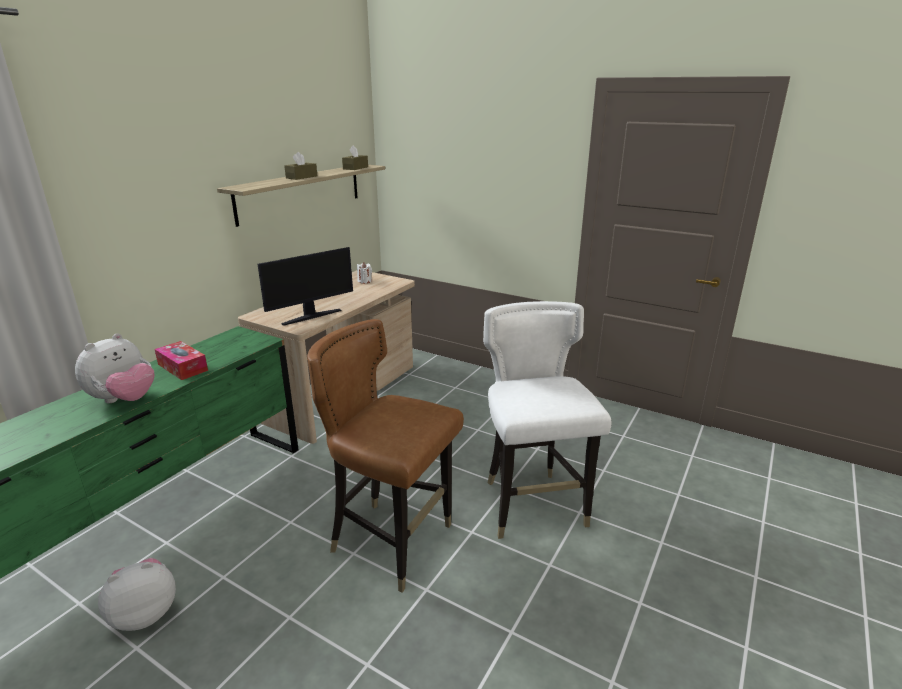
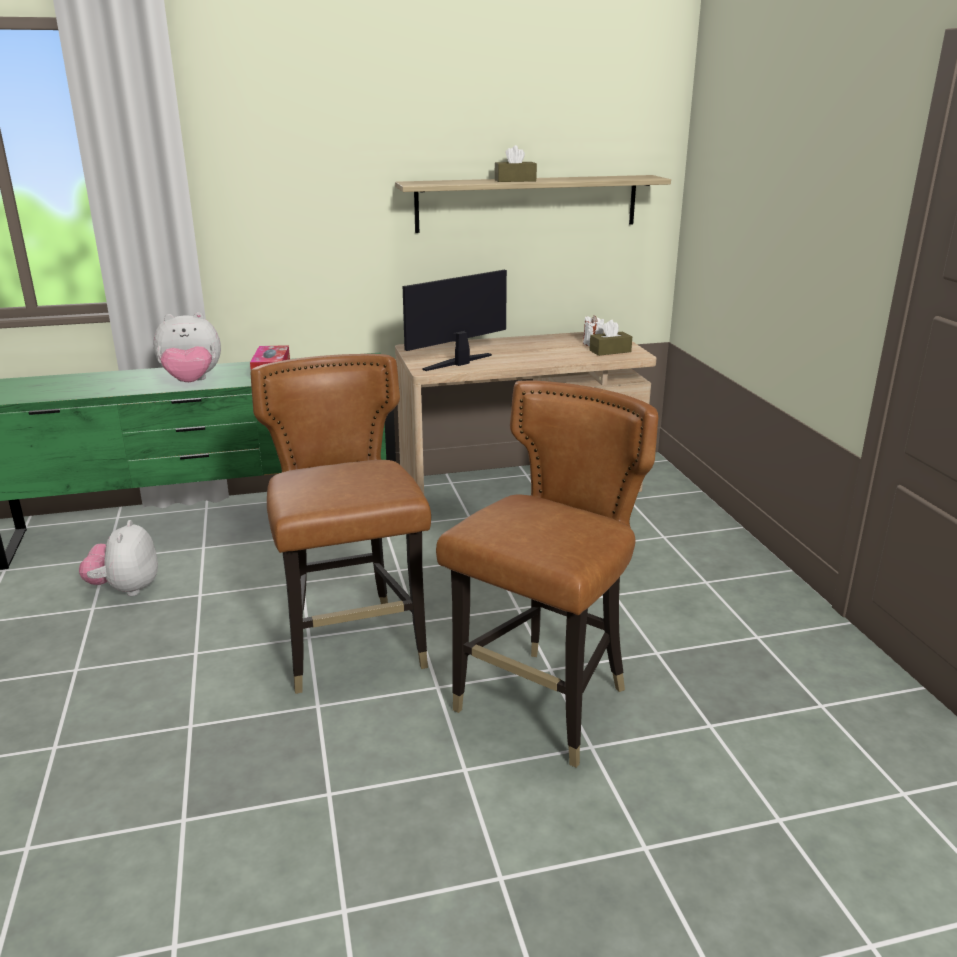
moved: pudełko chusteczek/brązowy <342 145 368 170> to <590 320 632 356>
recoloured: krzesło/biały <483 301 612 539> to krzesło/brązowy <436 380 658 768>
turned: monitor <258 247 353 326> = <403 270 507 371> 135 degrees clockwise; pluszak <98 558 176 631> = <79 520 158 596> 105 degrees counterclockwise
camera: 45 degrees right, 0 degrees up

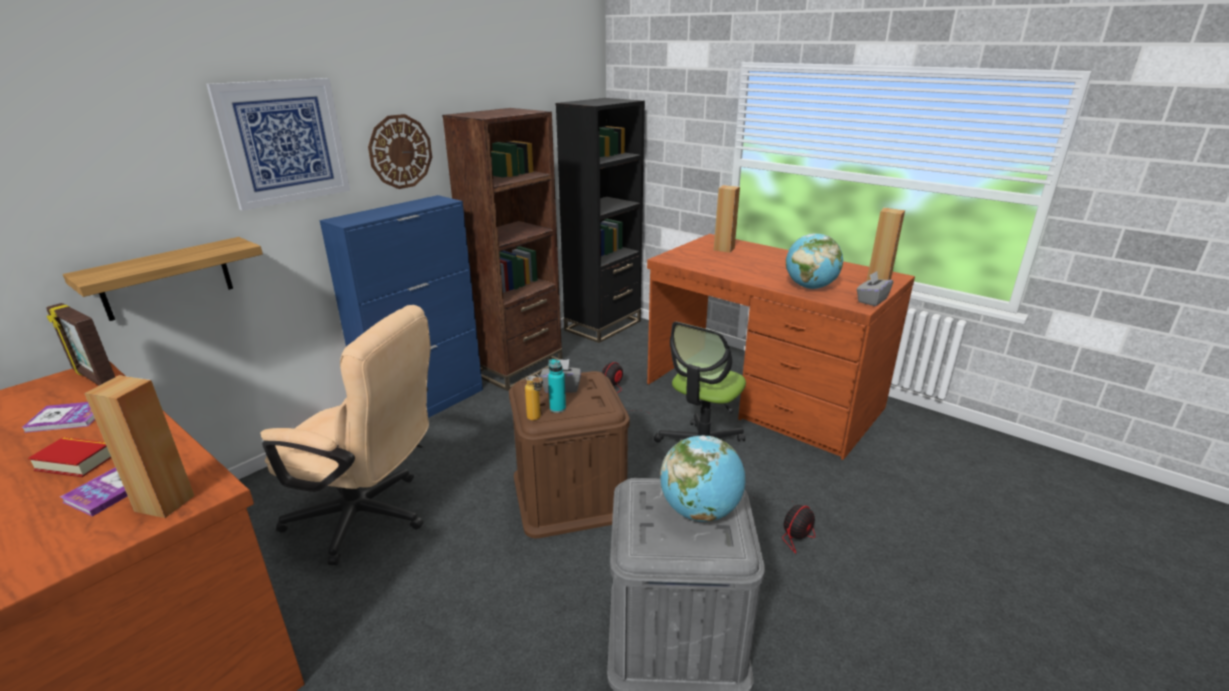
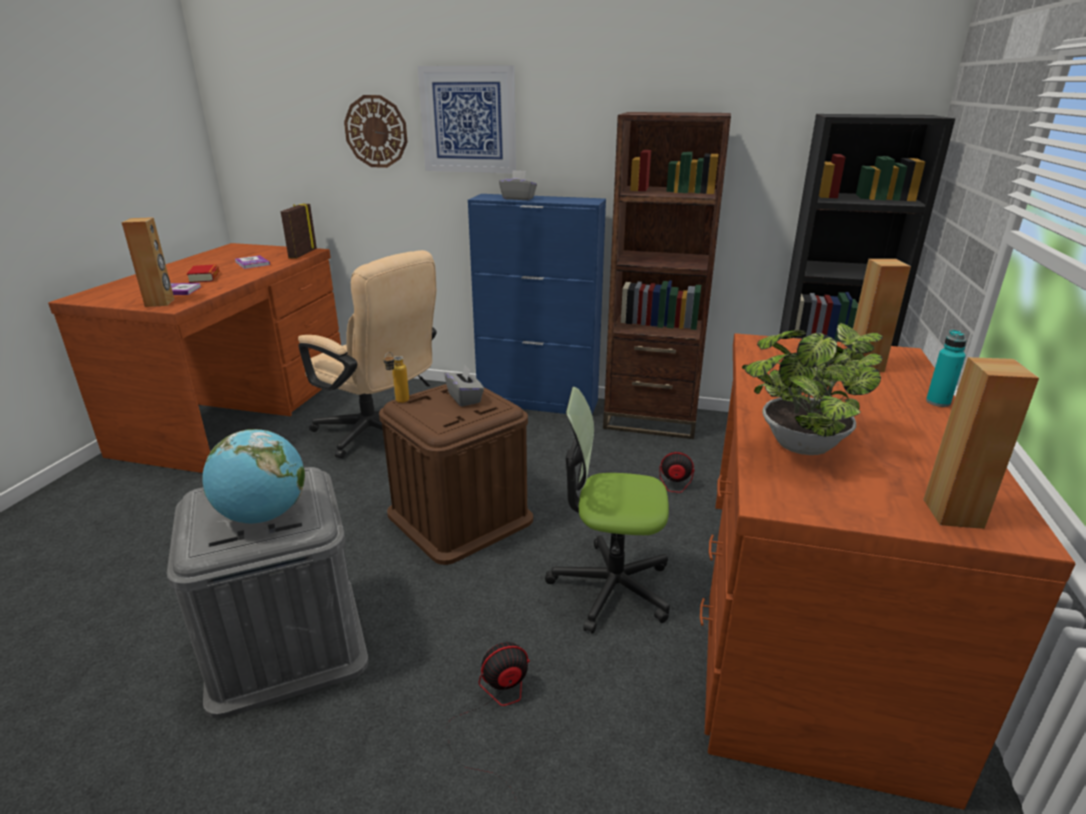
removed: półka <63 237 263 321>
moved: zegar ścienny <368 114 432 189> to <344 95 407 168>; pudełko chusteczek/szary <857 271 893 306> to <499 170 537 200>; butelka/turkusowy <548 359 566 413> to <926 330 966 407>
replaced: globus <786 233 843 289> to roślina doniczkowa <742 323 883 455>
turned: krzesło biurowe/beżowy <261 305 431 565> = <298 250 437 459> 45 degrees counterclockwise; wentylator <748 495 815 554> = <446 642 530 802> 135 degrees clockwise
camera: 65 degrees right, 0 degrees up

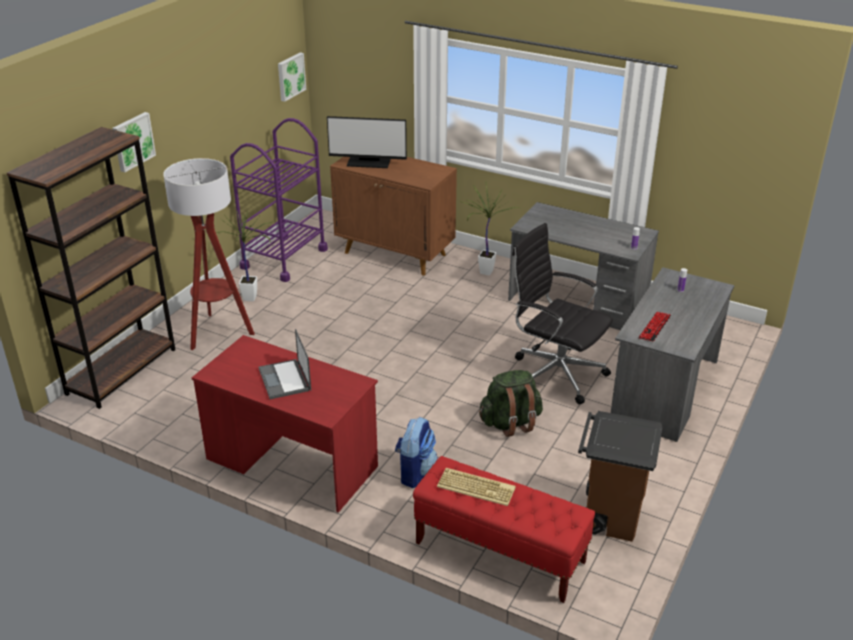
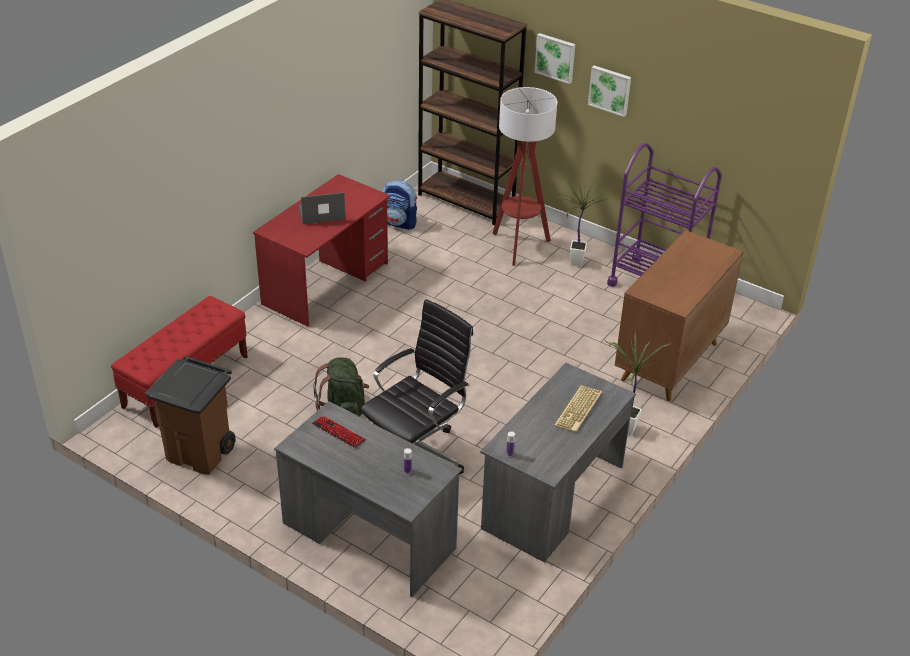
removed: monitor <327 116 407 168>
moved: obraz <278 53 306 102> to <588 65 631 117>; plecak <395 417 438 488> to <382 180 417 230>; klawiatura <437 468 516 506> to <554 386 602 432>
camera: 95 degrees right, 5 degrees up

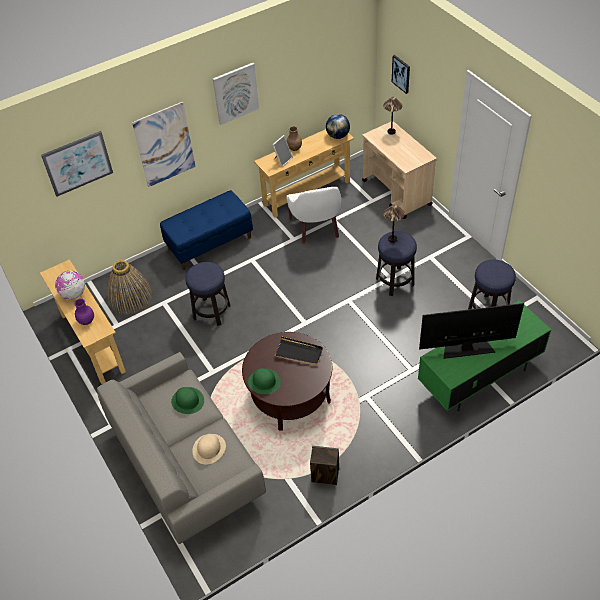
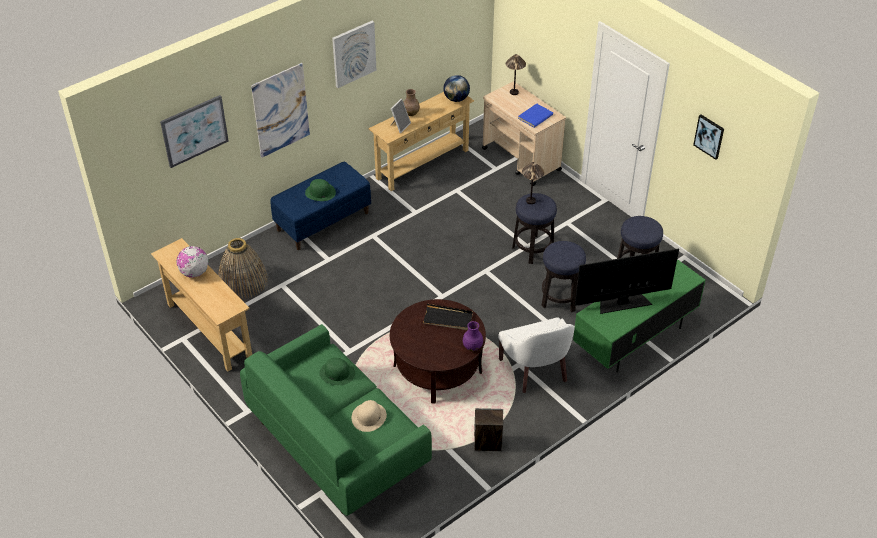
added: książka/niebieski <518 104 553 128>
moved: obraz <392 55 410 94> to <693 115 724 160>; fotel/biały <287 187 341 244> to <498 317 575 393>; stołek <185 262 230 326> to <542 241 586 312>; wazon/fioletowy <74 298 94 325> to <463 321 483 351>; kapelusz/zielony <248 368 281 394> to <305 179 336 201>
recoloured: kanapa/szary <97 352 266 544> to kanapa/zielony <240 324 432 516>
camera: 10 degrees left, 5 degrees down

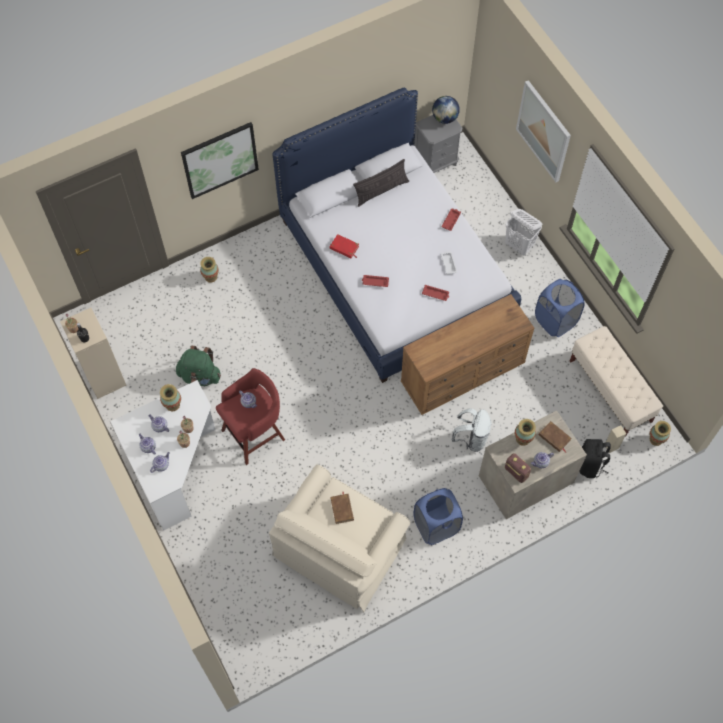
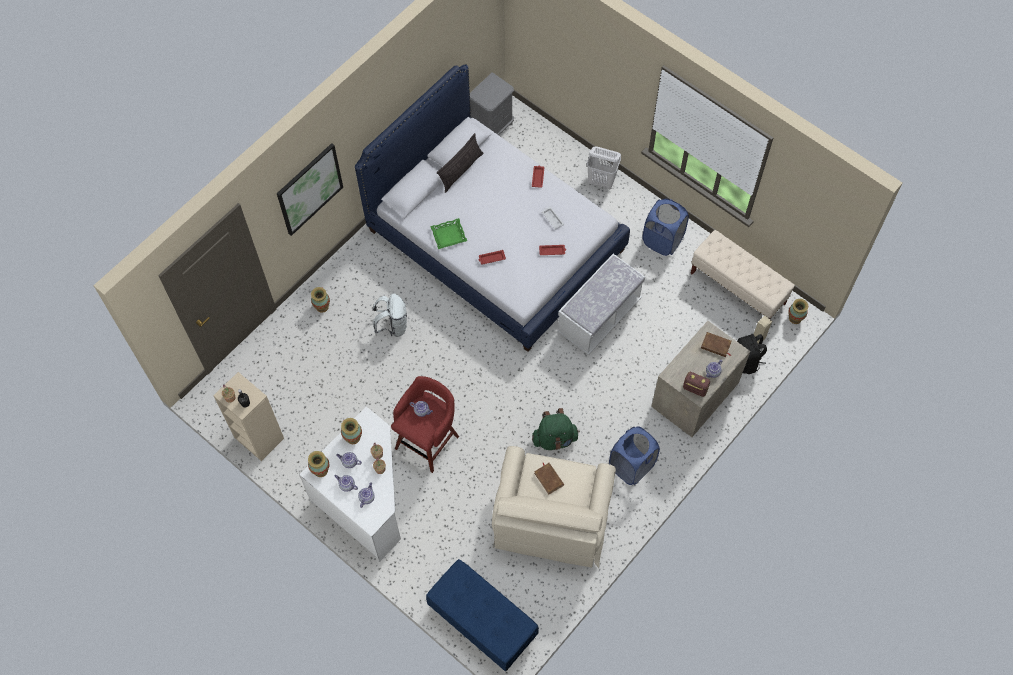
removed: obraz <516 80 571 182>; globus <432 96 460 124>
added: ławka/niebieski <426 559 539 671>
moved: plecak/zielony <176 345 221 386> to <532 408 580 450>; plecak/biały <451 408 492 452> to <373 294 407 337>; wazon <515 419 536 446> to <308 451 330 477>
replaced: książka/czerwony <329 234 359 258> to taca/zielony <430 218 467 249>; komoda/brązowy <401 294 534 415> to ławka/biały <557 254 645 355>
camera: 20 degrees left, 0 degrees up

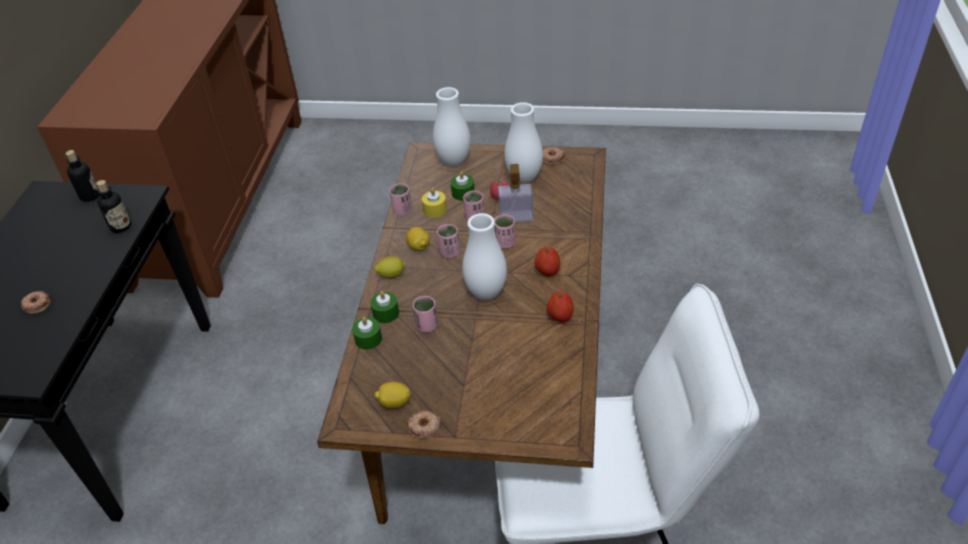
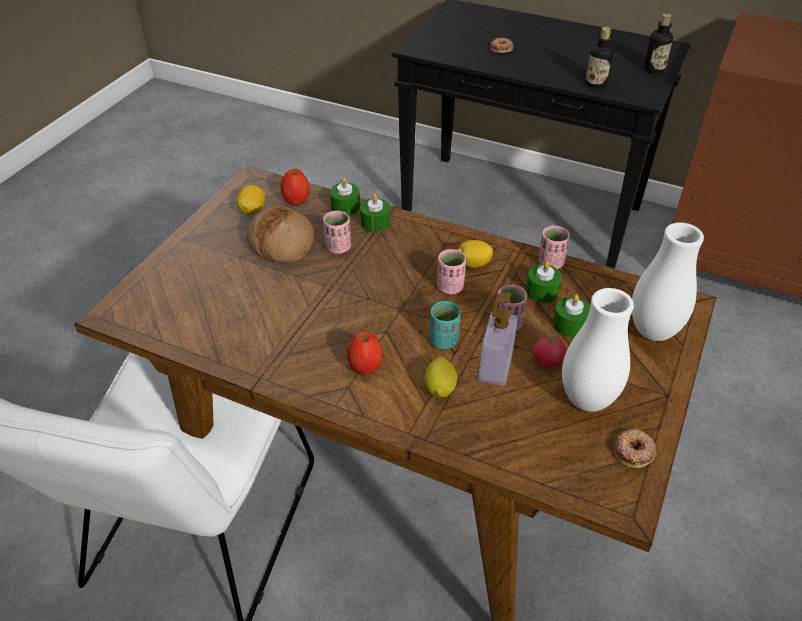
removed: wazon/biały <462 213 507 300>; donut <407 411 441 439>
added: chleb <246 205 314 263>
moved: cytryna <374 256 405 279> to <425 357 457 398>; jabłko <546 291 574 322> to <280 169 309 205>
recoloured: świeca/żółty <422 188 447 218> to świeca/zielony <526 261 562 303>; filiżanka/różowy <494 214 515 248> to filiżanka/turkusowy <429 301 461 349>
camera: 105 degrees right, 0 degrees up

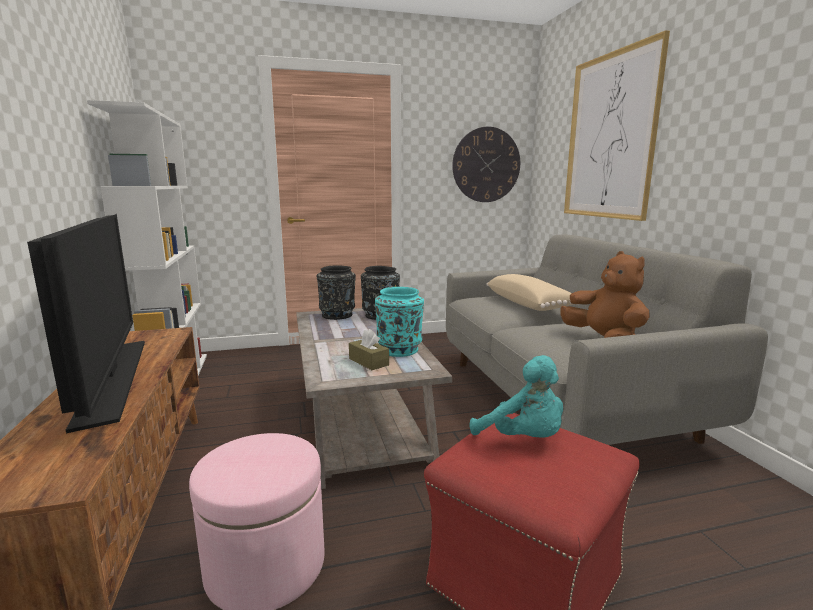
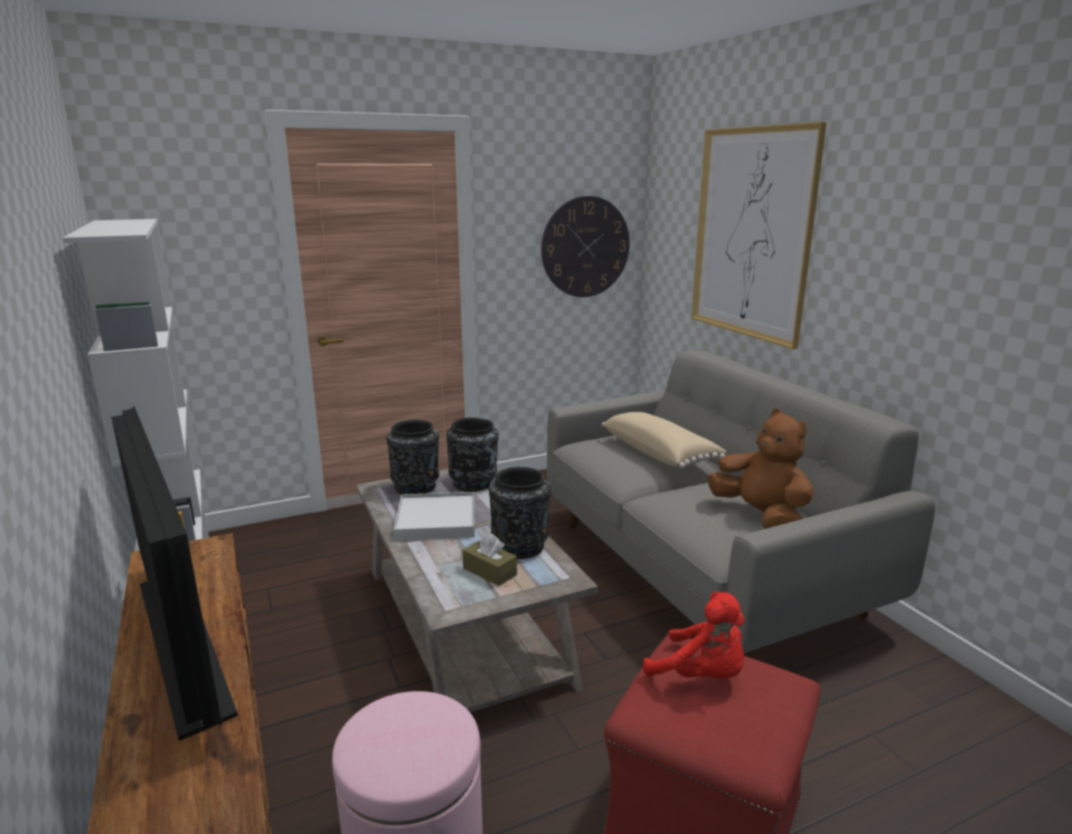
added: taca/biały <394 492 475 540>
recoloured: wazon/turkusowy <375 287 424 357> to wazon/czarny <489 467 551 559>; pluszak/turkusowy <470 355 563 437> to pluszak/czerwony <643 592 745 678>
camera: 10 degrees left, 5 degrees up

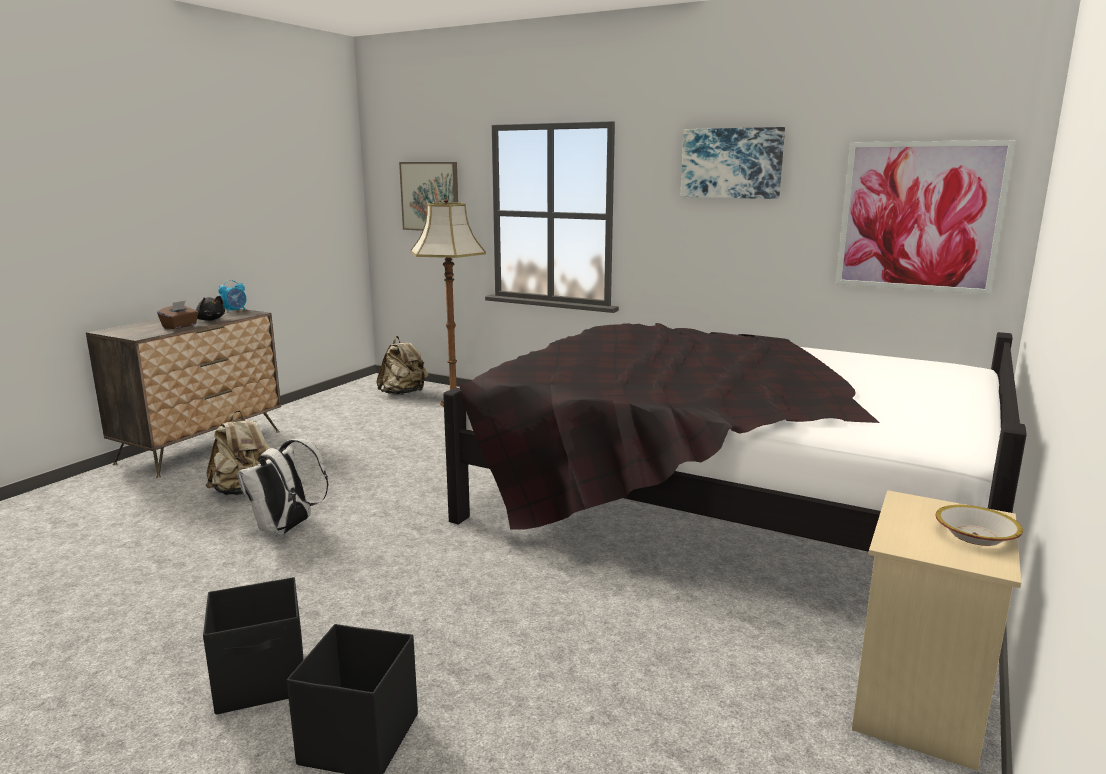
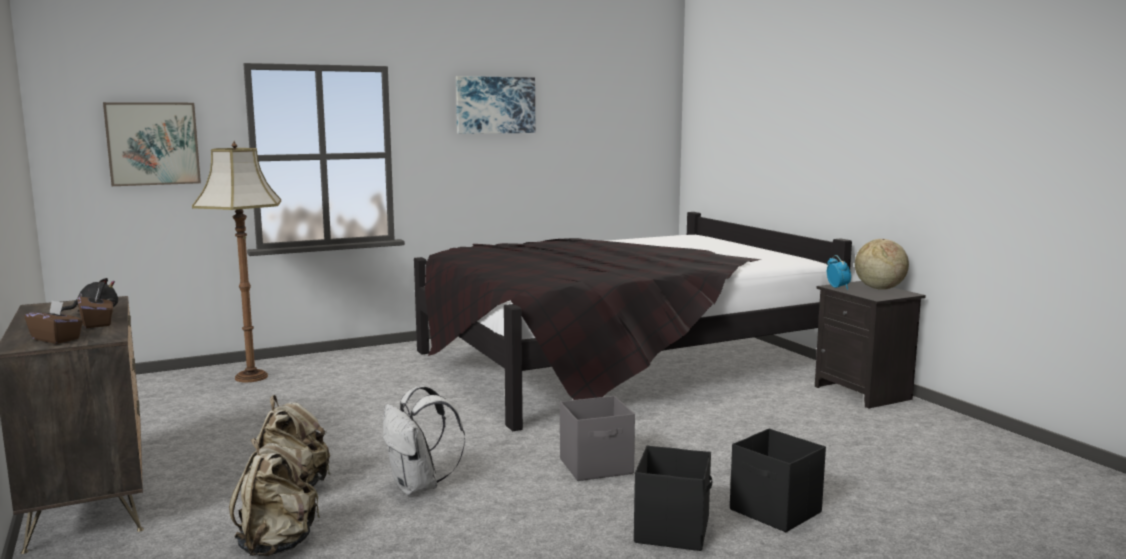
removed: obraz <836 140 1015 295>
added: pudełko chusteczek/brązowy <25 300 83 344>; pojemnik do przechowywania/szary <560 396 635 481>
moved: budzik <218 280 247 313> to <827 255 851 290>; plecak/beżowy <376 336 428 395> to <229 438 320 557>
replaced: miska <935 505 1023 546> to globus <855 239 909 290>
recoloured: szafka nocna/beżowy <852 490 1021 771> to szafka nocna/czarny <815 281 926 409>
camera: 55 degrees left, 5 degrees down

